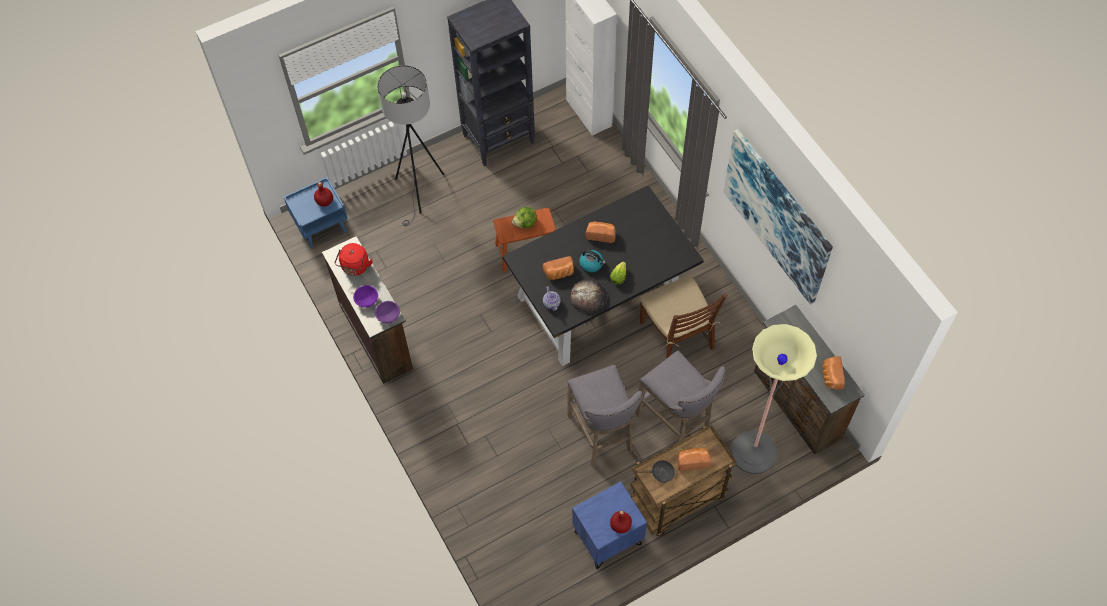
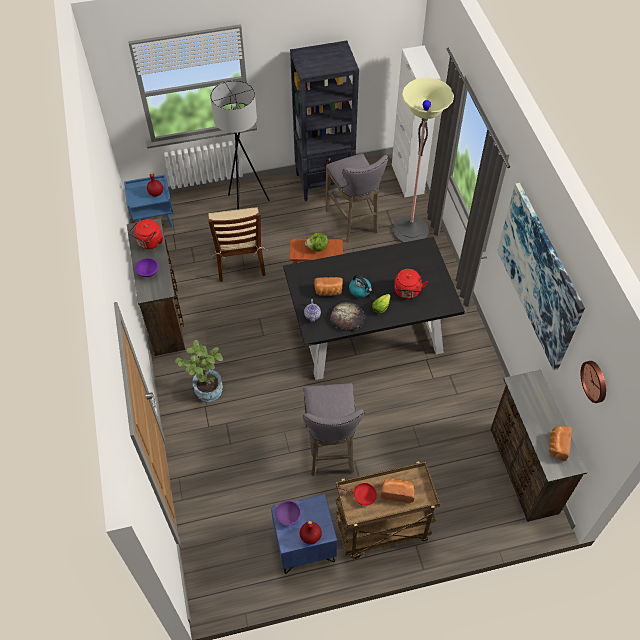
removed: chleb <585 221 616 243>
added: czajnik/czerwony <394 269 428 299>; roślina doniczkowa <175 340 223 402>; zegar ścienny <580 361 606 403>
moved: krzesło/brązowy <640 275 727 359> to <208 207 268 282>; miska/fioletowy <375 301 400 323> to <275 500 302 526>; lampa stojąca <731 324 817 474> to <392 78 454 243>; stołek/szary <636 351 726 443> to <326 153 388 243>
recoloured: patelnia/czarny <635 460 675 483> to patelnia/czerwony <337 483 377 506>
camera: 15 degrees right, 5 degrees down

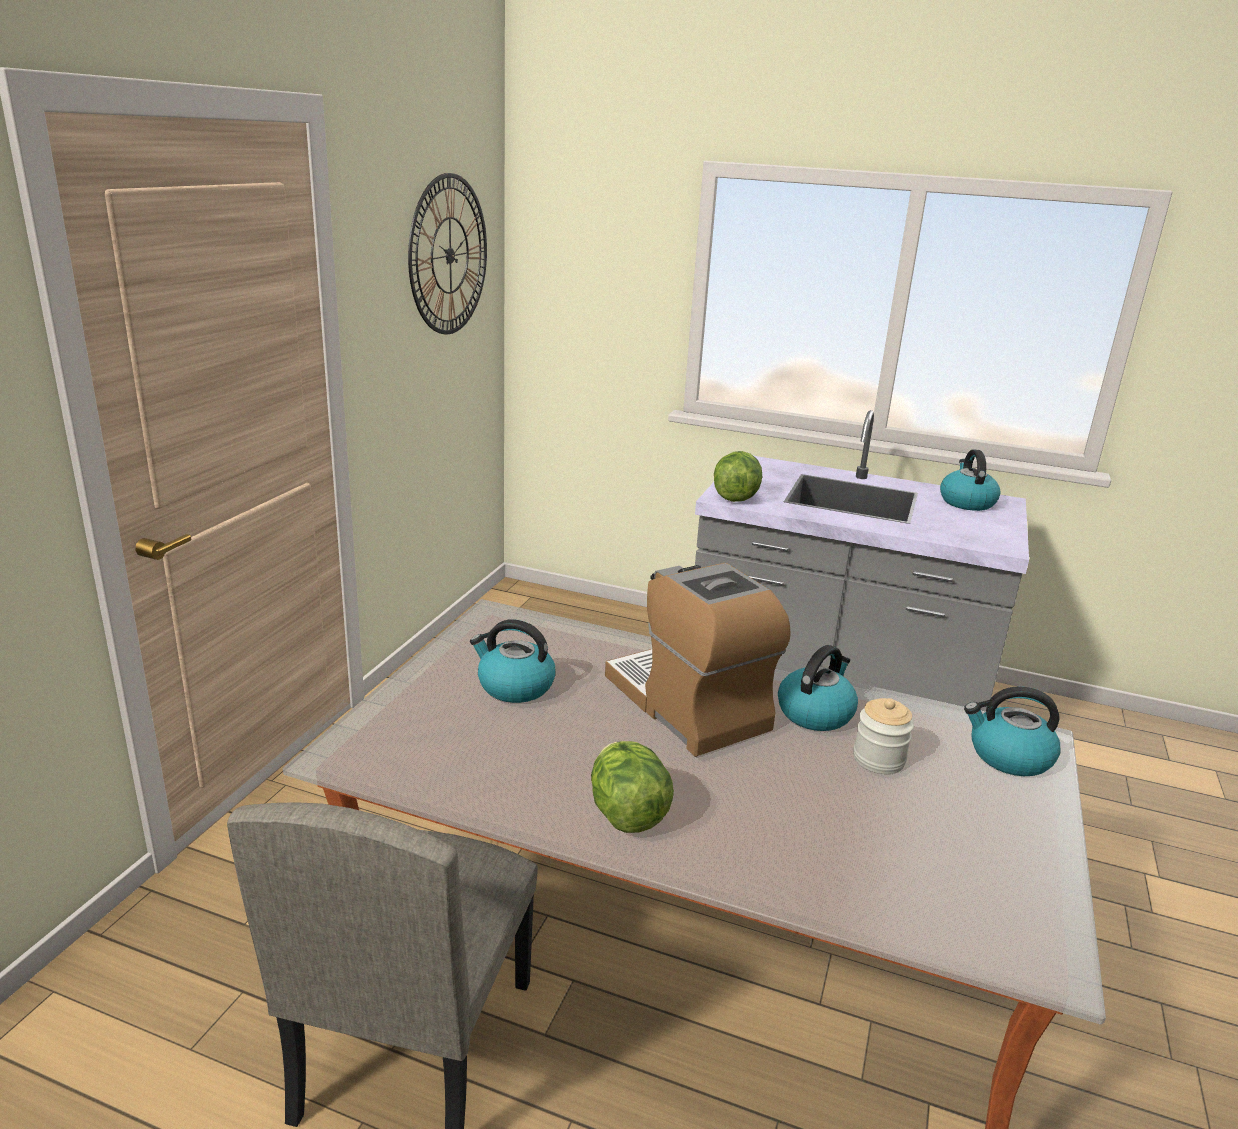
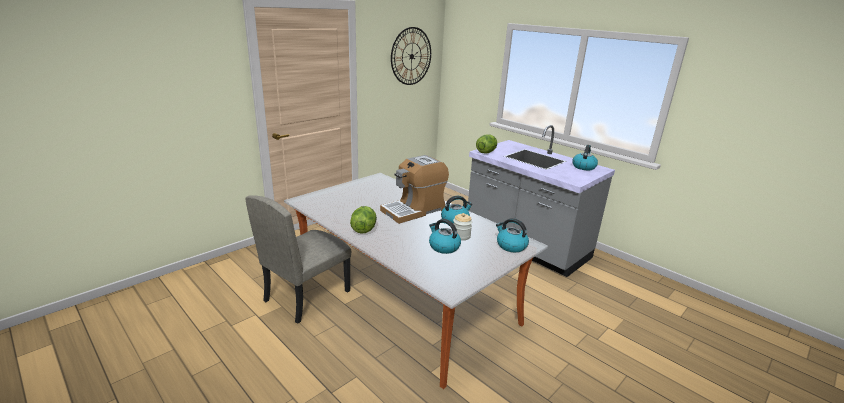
moved: czajnik <470 619 556 703> to <429 219 461 254>
turned: ekspres do kawy <605 563 791 757> = <380 155 449 224> 120 degrees counterclockwise
camera: 25 degrees right, 0 degrees up

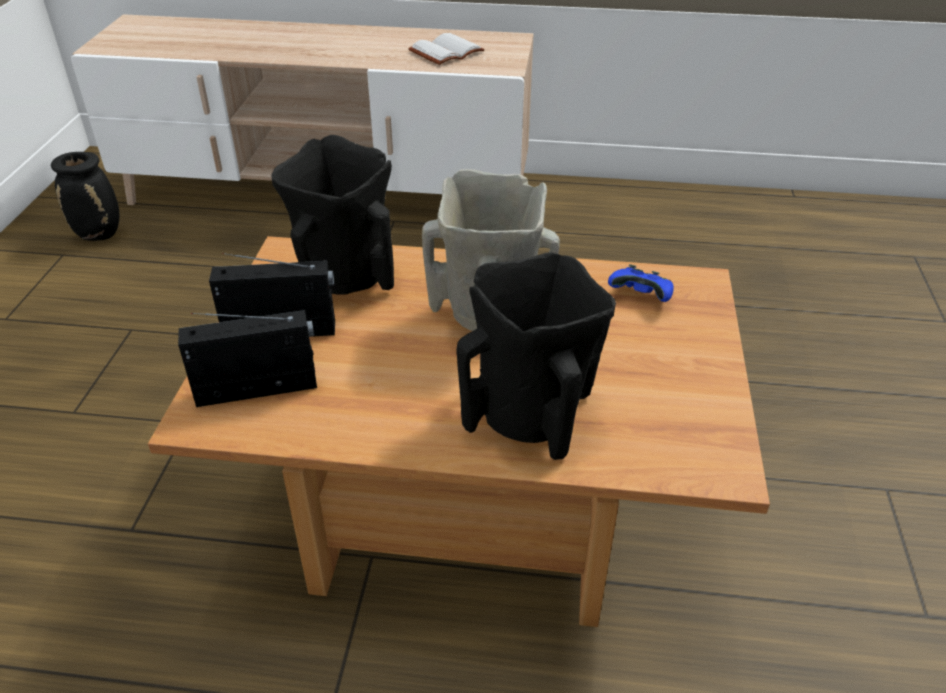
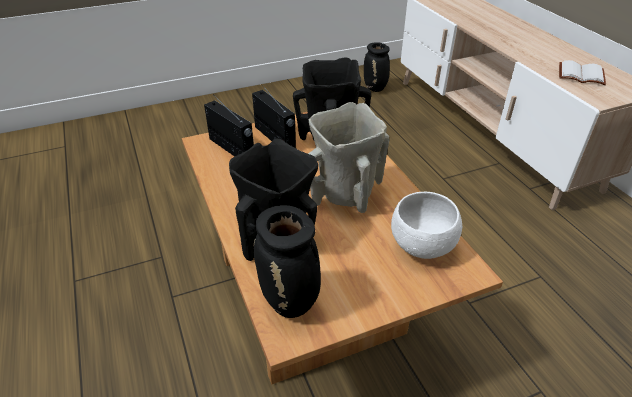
added: wazon/czarny <253 205 321 318>
replaced: pad do gier/niebieski <608 264 674 302> to miska/biały <391 192 462 259>
camera: 60 degrees right, 0 degrees up

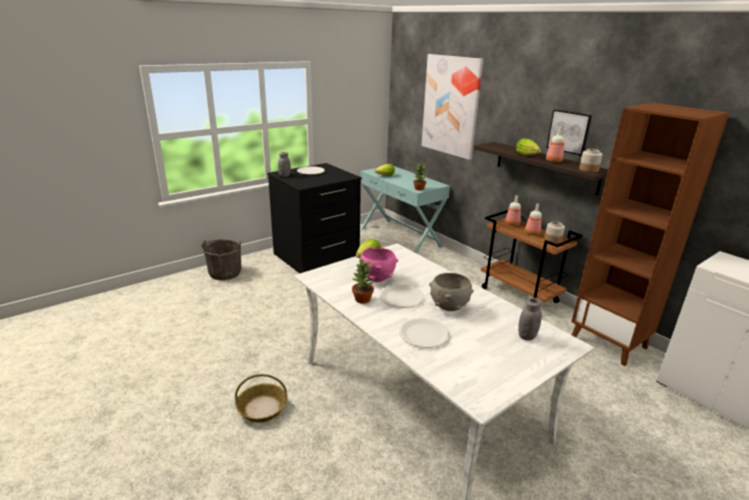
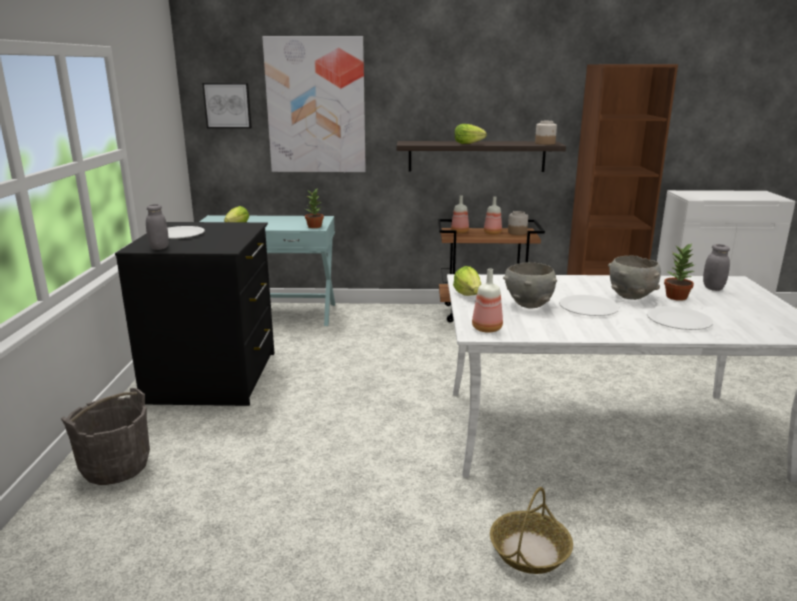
moved: obraz <546 109 592 156> to <202 83 252 129>; butelka <546 127 565 163> to <472 268 503 333>; roślina doniczkowa <352 259 374 304> to <664 244 695 301>
recoloured: miska/różowy <359 248 398 282> to miska/szary <503 262 557 309>
camera: 50 degrees left, 5 degrees down

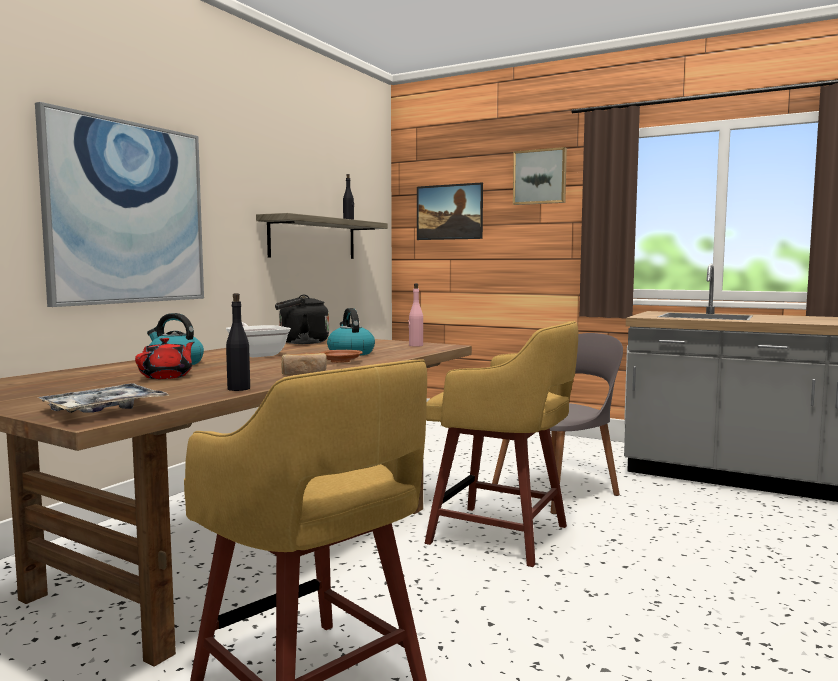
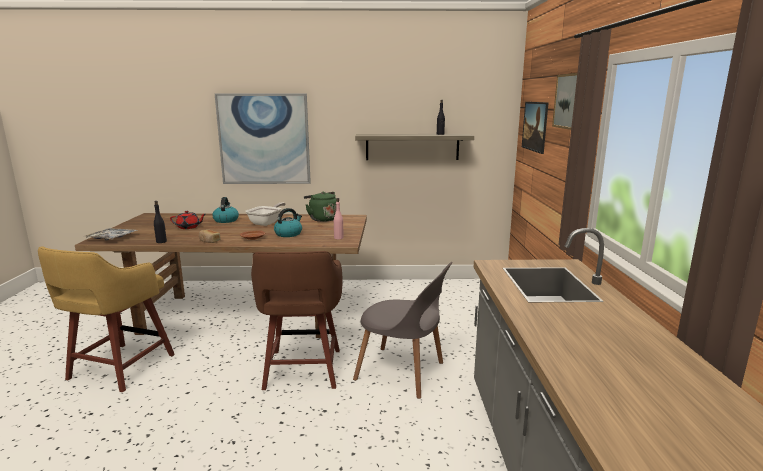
recoloured: czajnik/czarny <275 295 329 344> to czajnik/zielony <304 192 337 222>; stołek/żółty <425 321 578 567> to stołek/brązowy <251 251 343 390>
camera: 60 degrees right, 10 degrees up

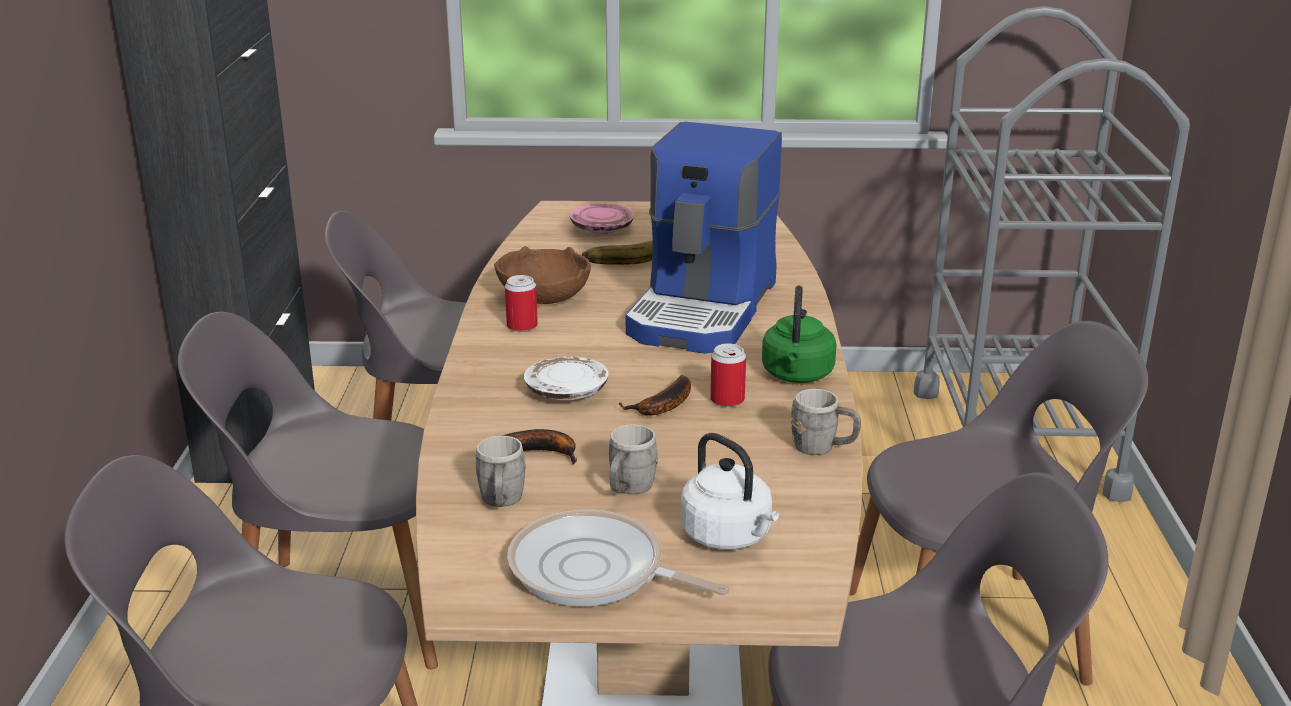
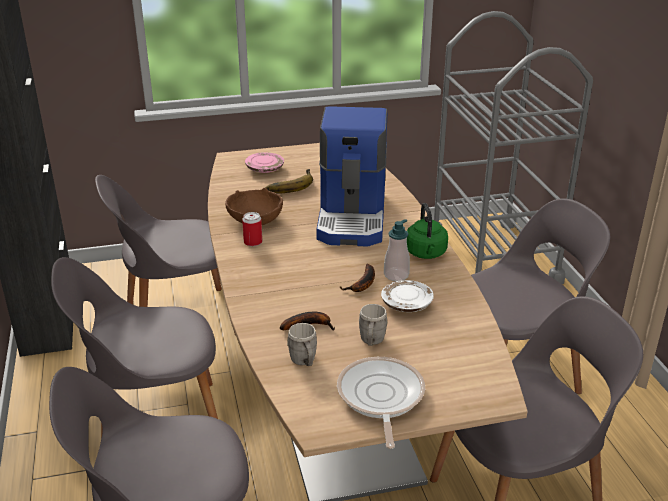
removed: kubek/szary <791 389 861 455>; czajnik/biały <681 433 779 550>
moved: talerz/biały <524 356 608 401> to <381 280 434 312>
replaced: puszka <710 344 746 407> to dozownik mydła <384 219 410 281>
turned: patelnia <507 510 730 606> = <337 357 425 449> 75 degrees clockwise
camera: 15 degrees left, 5 degrees up

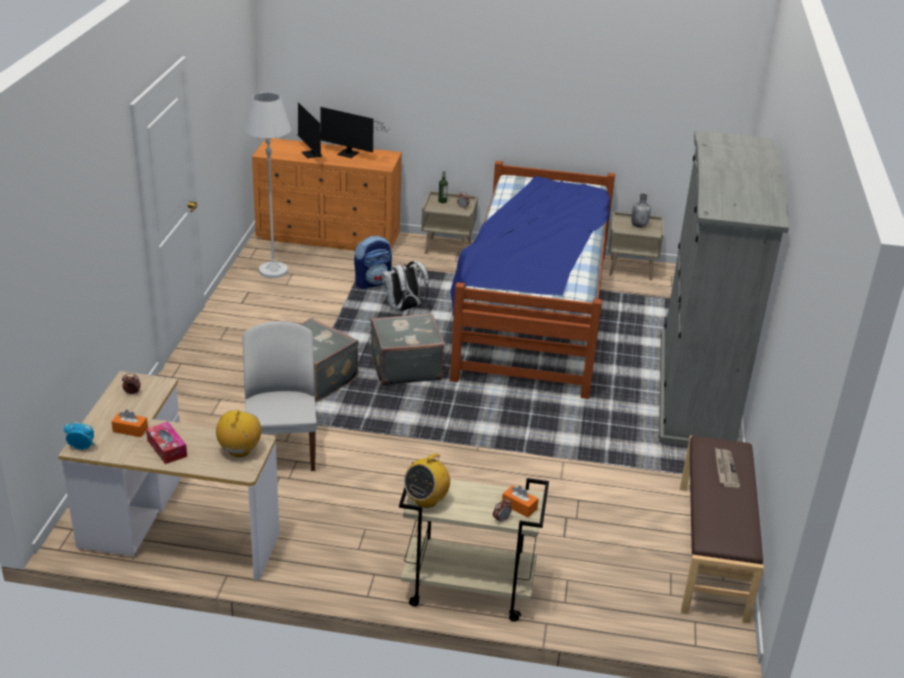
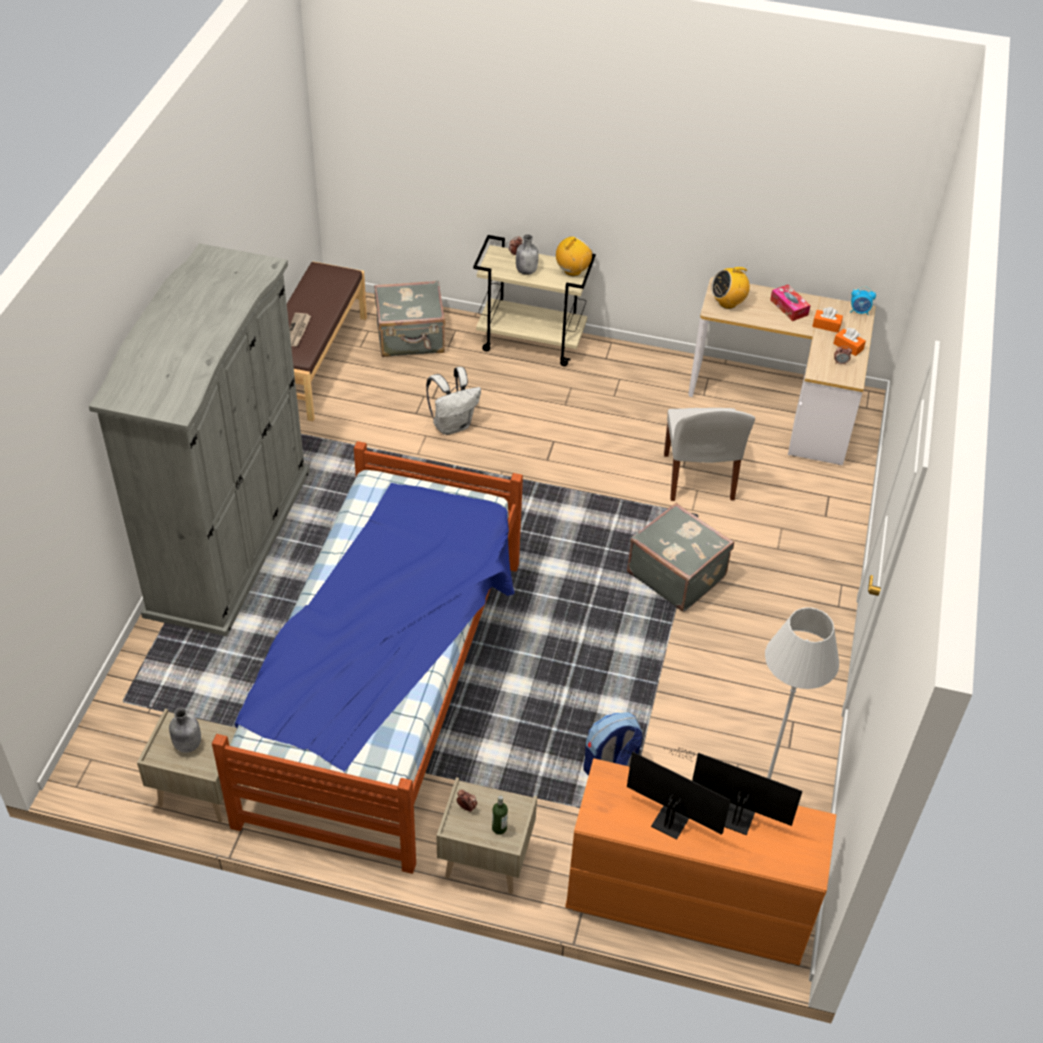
added: butelka/szary <516 234 538 275>
moved: plecak/biały <381 261 429 312> to <426 367 481 435>; walizka/szary <371 313 445 386> to <374 281 445 357>; pudełko chusteczek/pomarańczowy <502 485 538 517> to <833 328 866 356>
turned: monitor <298 102 326 159> = <666 747 802 835> 45 degrees counterclockwise; radio <216 410 261 457> = <711 265 750 309> 60 degrees clockwise
camera: 175 degrees left, 15 degrees up

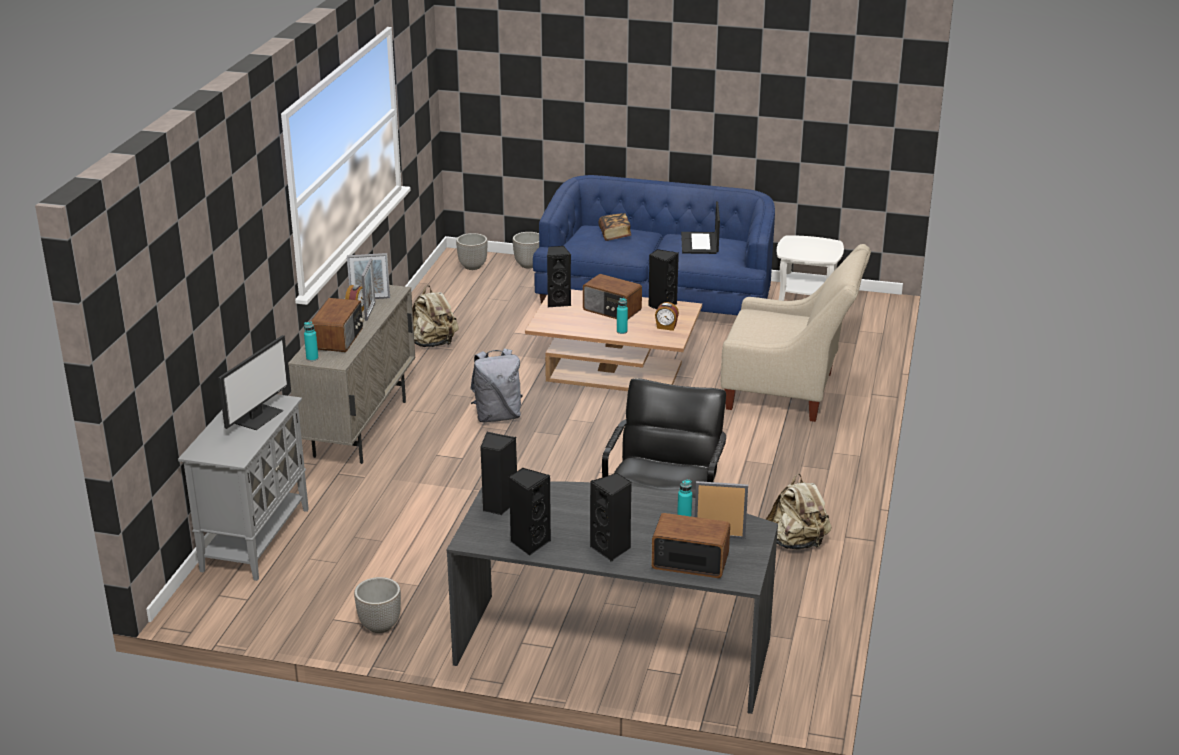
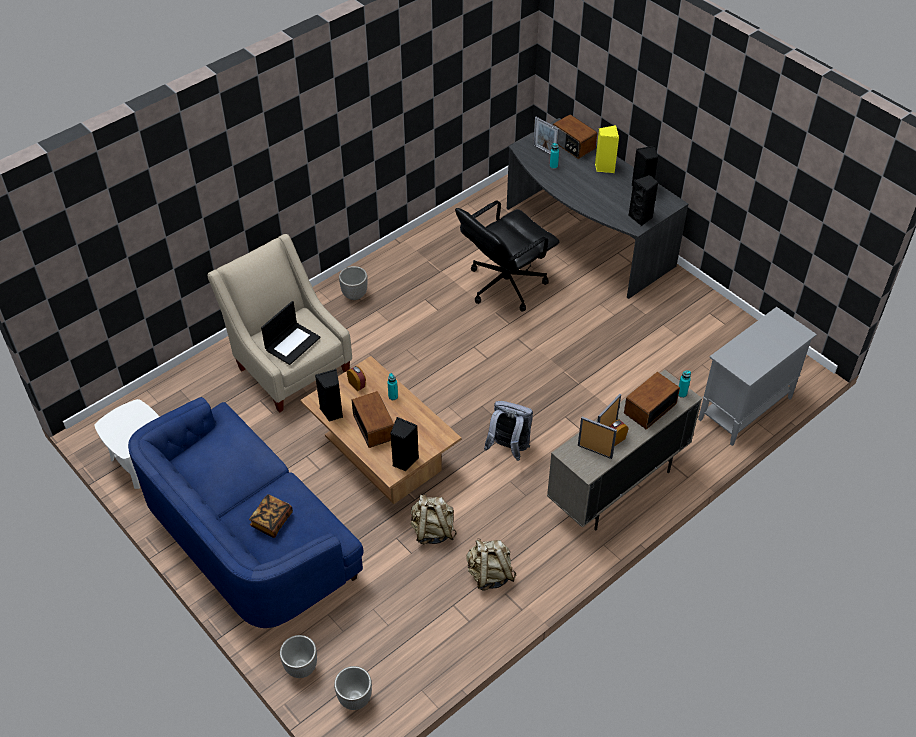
removed: monitor <218 335 290 430>
moved: laptop <681 201 720 254> to <261 301 321 365>; plecak/beżowy <766 474 832 550> to <411 494 457 544>; donica <354 577 401 633> to <339 266 367 300>
recoloured: głośnik/czarny <590 473 632 562> to głośnik/żółty <595 125 619 173>
camera: 145 degrees left, 20 degrees up

